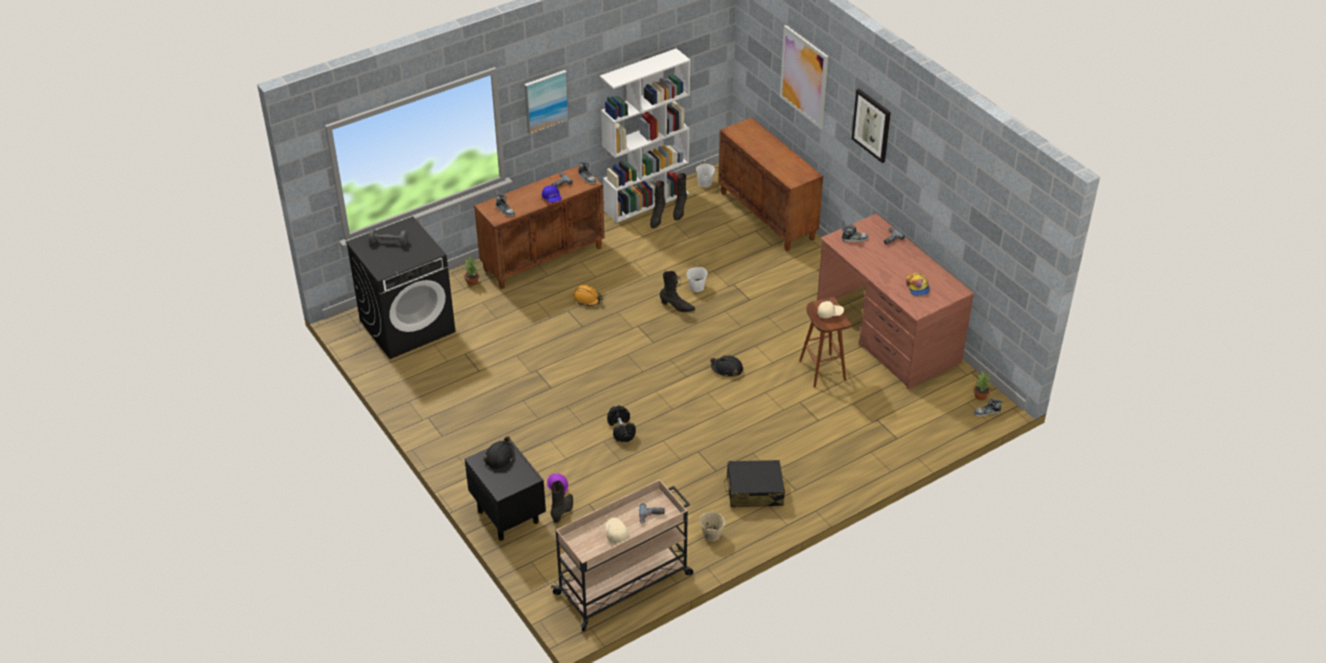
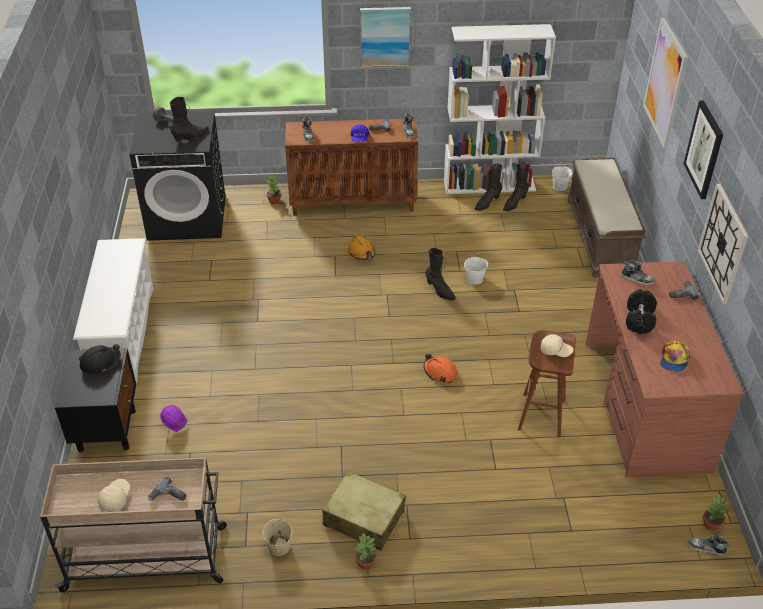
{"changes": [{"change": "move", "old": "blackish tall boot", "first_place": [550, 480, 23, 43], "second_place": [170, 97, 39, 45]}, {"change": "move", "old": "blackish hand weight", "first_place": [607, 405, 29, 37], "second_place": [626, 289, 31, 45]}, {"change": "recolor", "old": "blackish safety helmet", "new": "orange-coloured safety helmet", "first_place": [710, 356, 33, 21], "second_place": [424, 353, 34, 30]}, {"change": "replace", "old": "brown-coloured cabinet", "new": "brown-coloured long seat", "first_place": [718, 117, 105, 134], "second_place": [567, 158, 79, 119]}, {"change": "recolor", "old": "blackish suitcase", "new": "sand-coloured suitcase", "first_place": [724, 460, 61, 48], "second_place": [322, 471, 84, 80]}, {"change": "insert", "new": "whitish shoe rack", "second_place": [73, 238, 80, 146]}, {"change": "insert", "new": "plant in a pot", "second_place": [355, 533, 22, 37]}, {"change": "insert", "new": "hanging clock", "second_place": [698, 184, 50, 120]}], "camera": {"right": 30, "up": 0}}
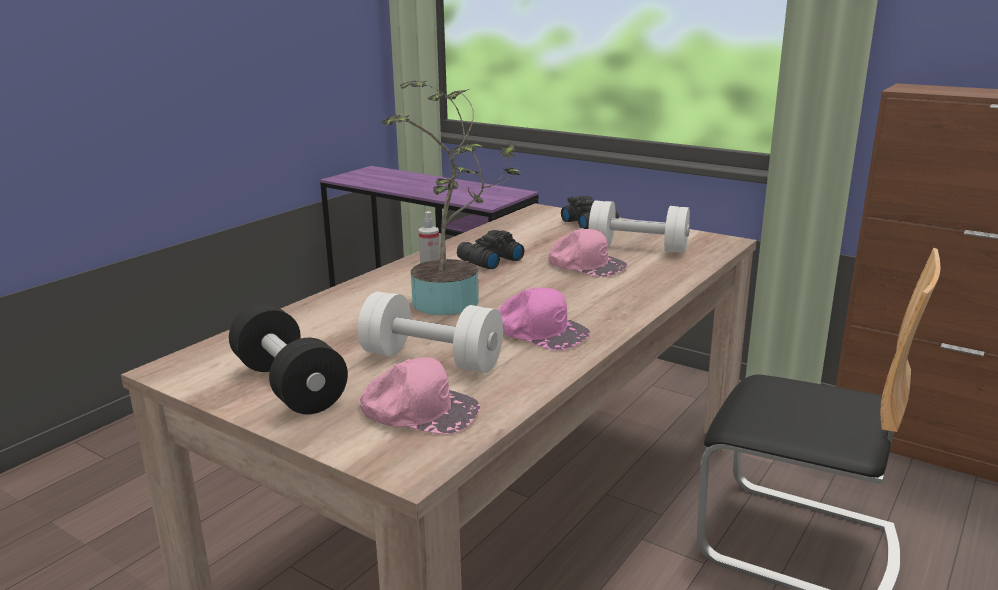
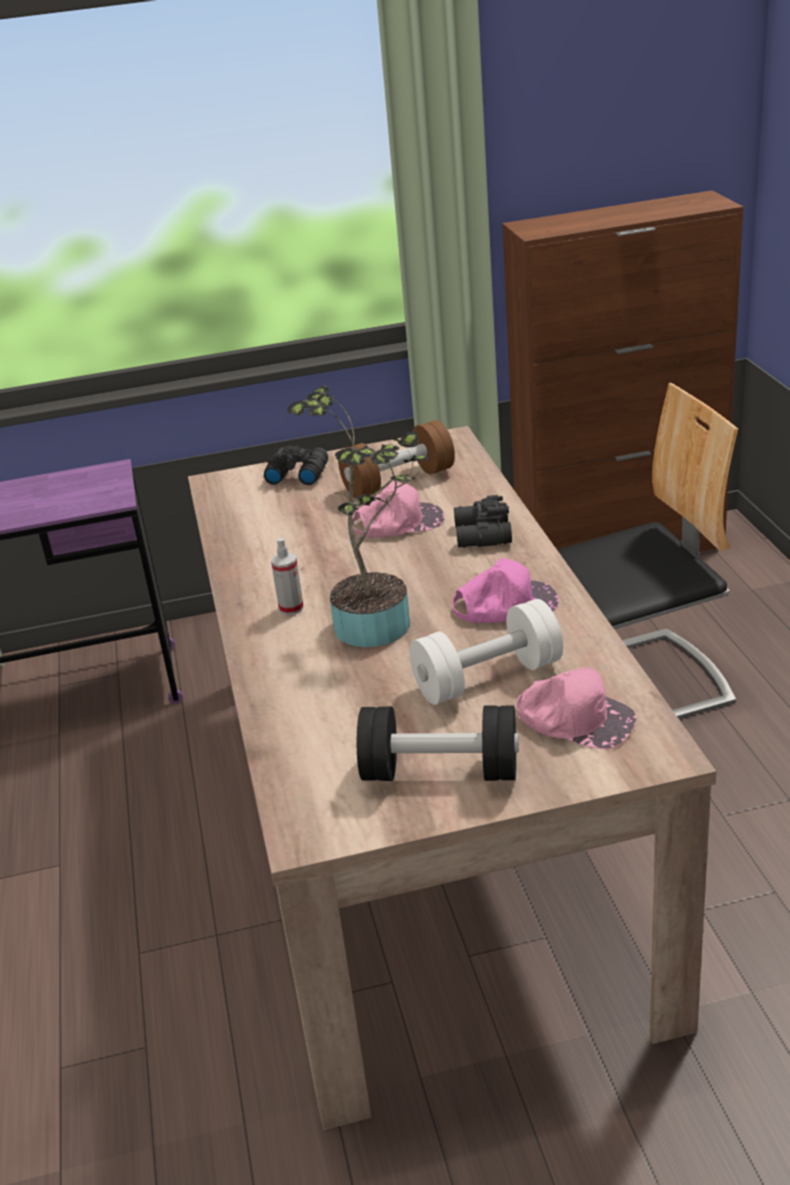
{"changes": [{"change": "rotate", "old": "pink peaked cap", "first_place": [359, 357, 121, 77], "second_place": [516, 667, 120, 82], "degrees": 60}, {"change": "move", "old": "blackish field glasses", "first_place": [457, 230, 67, 39], "second_place": [454, 495, 58, 53]}, {"change": "recolor", "old": "whitish hand weight", "new": "brown-coloured hand weight", "first_place": [588, 201, 102, 52], "second_place": [338, 420, 117, 78]}], "camera": {"right": -45, "up": 10}}
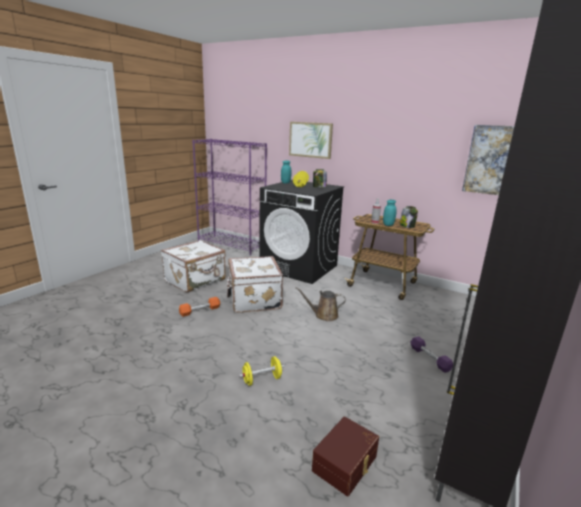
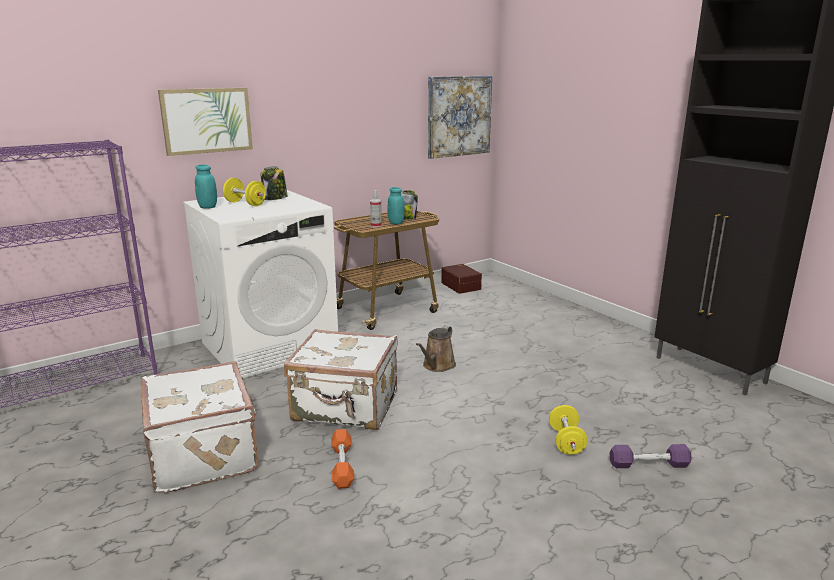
{"changes": [{"change": "recolor", "old": "blackish washing machine", "new": "whitish washing machine", "first_place": [259, 180, 85, 104], "second_place": [183, 190, 155, 188]}, {"change": "move", "old": "brown-coloured storage container", "first_place": [312, 416, 67, 80], "second_place": [441, 264, 41, 30]}, {"change": "move", "old": "purple hand weight", "first_place": [411, 336, 42, 37], "second_place": [610, 444, 82, 24]}], "camera": {"right": -65, "up": 0}}
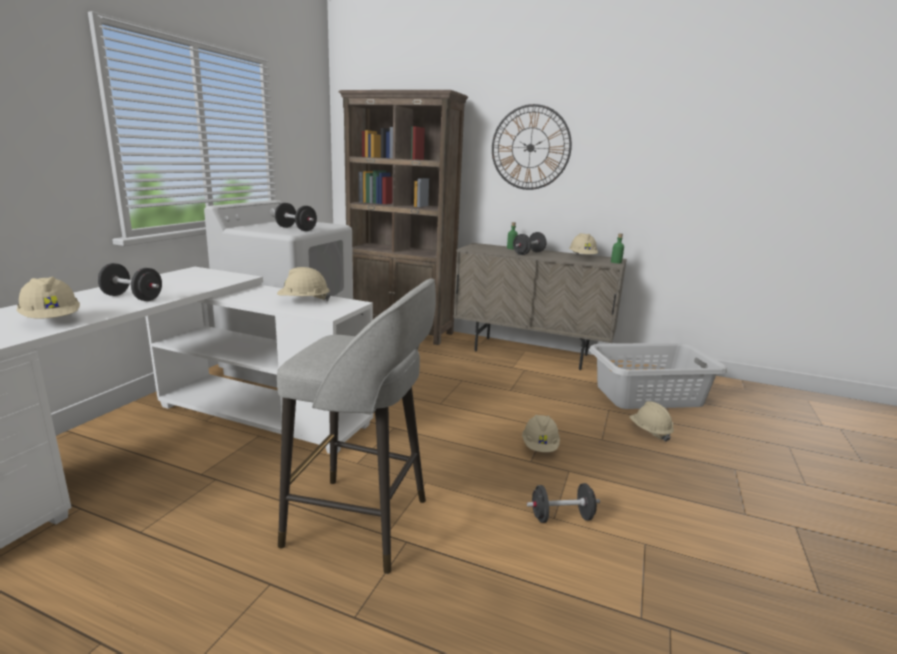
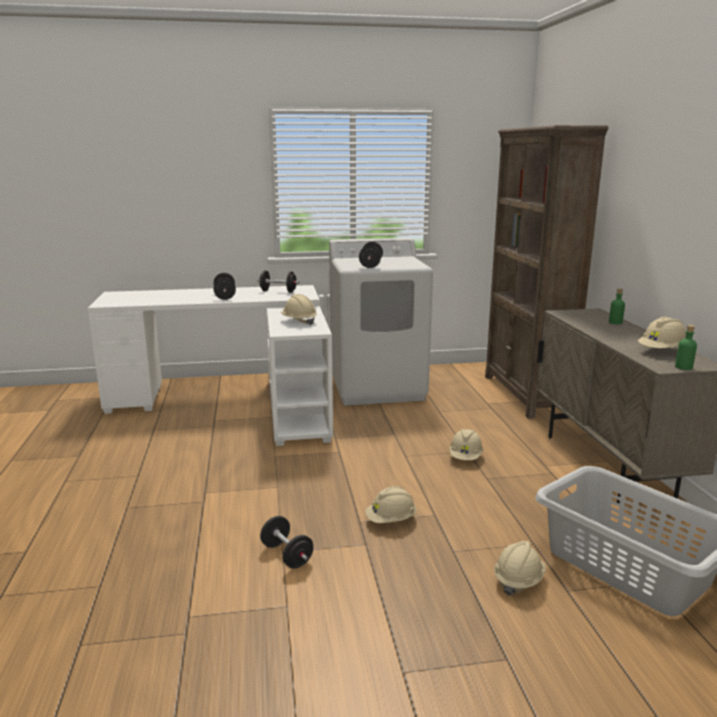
{"changes": [{"change": "move", "old": "sand-coloured safety helmet", "first_place": [17, 276, 63, 43], "second_place": [450, 429, 33, 31]}, {"change": "delete", "old": "grey stool seat", "first_place": [277, 278, 159, 296]}, {"change": "delete", "old": "hanging clock", "first_place": [492, 104, 80, 86]}, {"change": "move", "old": "blackish hand weight", "first_place": [513, 232, 34, 23], "second_place": [257, 271, 42, 22]}], "camera": {"right": 60, "up": 0}}
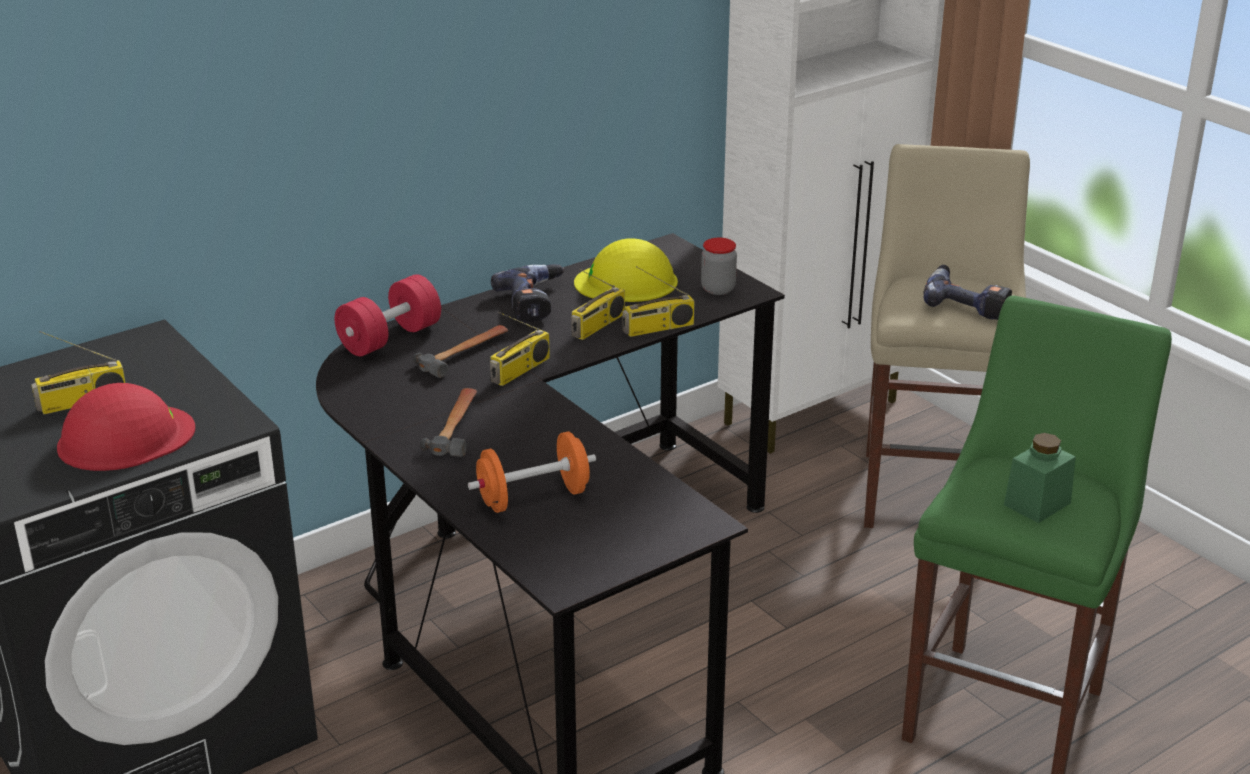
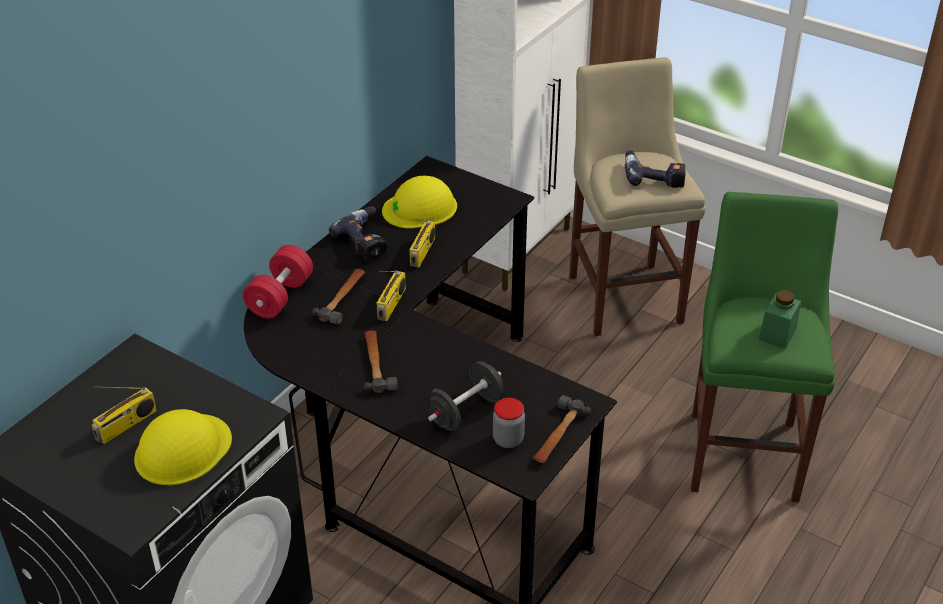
{"changes": [{"change": "recolor", "old": "red-coloured safety helmet", "new": "yellow-coloured safety helmet", "first_place": [57, 383, 138, 88], "second_place": [134, 409, 98, 76]}, {"change": "recolor", "old": "orange-coloured hand weight", "new": "blackish hand weight", "first_place": [468, 432, 128, 81], "second_place": [427, 361, 77, 70]}, {"change": "delete", "old": "radio set", "first_place": [622, 266, 73, 71]}, {"change": "move", "old": "jar", "first_place": [701, 238, 36, 57], "second_place": [493, 398, 32, 50]}, {"change": "insert", "new": "hammer", "second_place": [533, 395, 58, 68]}], "camera": {"right": -20, "up": 10}}
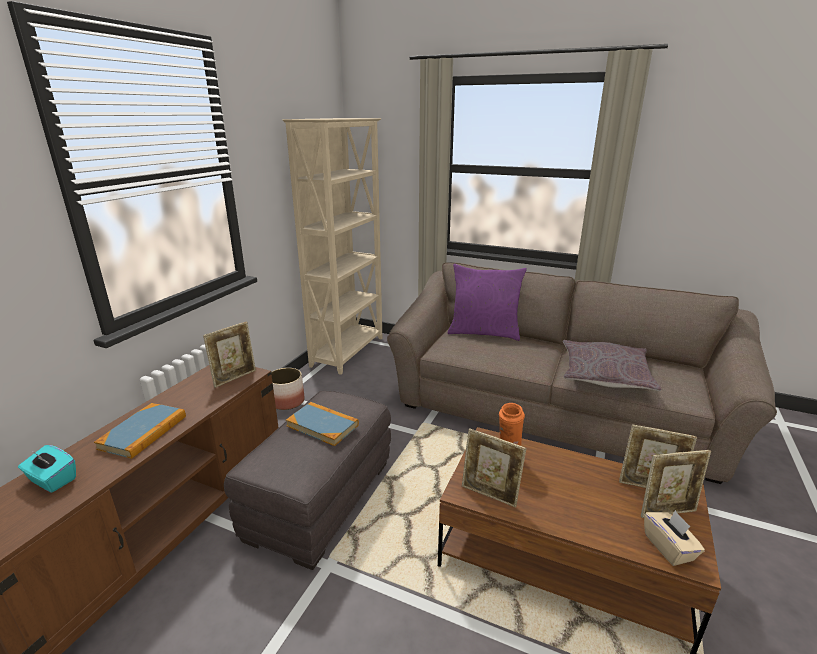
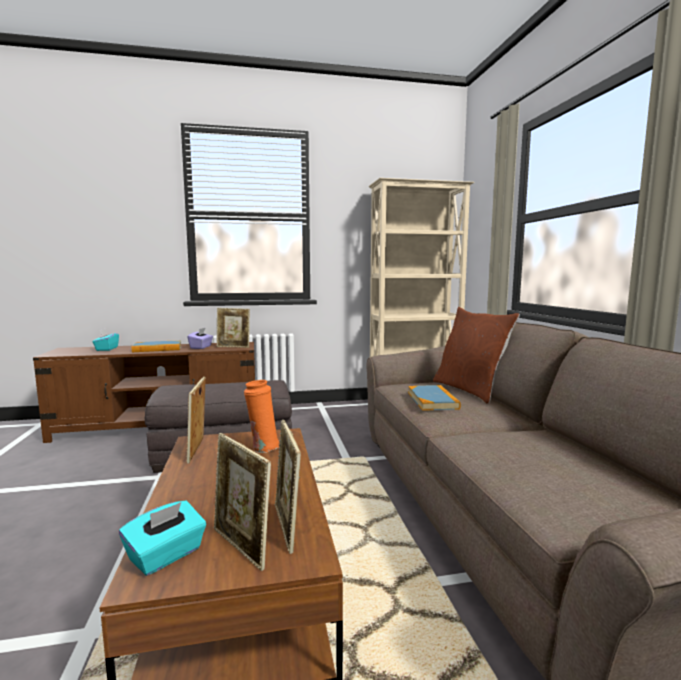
{"changes": [{"change": "delete", "old": "planter", "first_place": [271, 368, 33, 42]}, {"change": "move", "old": "book", "first_place": [286, 402, 73, 44], "second_place": [408, 385, 53, 26]}, {"change": "recolor", "old": "purple throw pillow", "new": "brown-coloured throw pillow", "first_place": [447, 264, 80, 77], "second_place": [433, 307, 87, 97]}, {"change": "delete", "old": "grey throw pillow", "first_place": [563, 340, 98, 51]}, {"change": "recolor", "old": "sand-coloured box of tissues", "new": "turquoise-coloured box of tissues", "first_place": [644, 510, 61, 56], "second_place": [119, 500, 87, 76]}, {"change": "insert", "new": "purple box of tissues", "second_place": [188, 328, 25, 21]}], "camera": {"right": 55, "up": -15}}
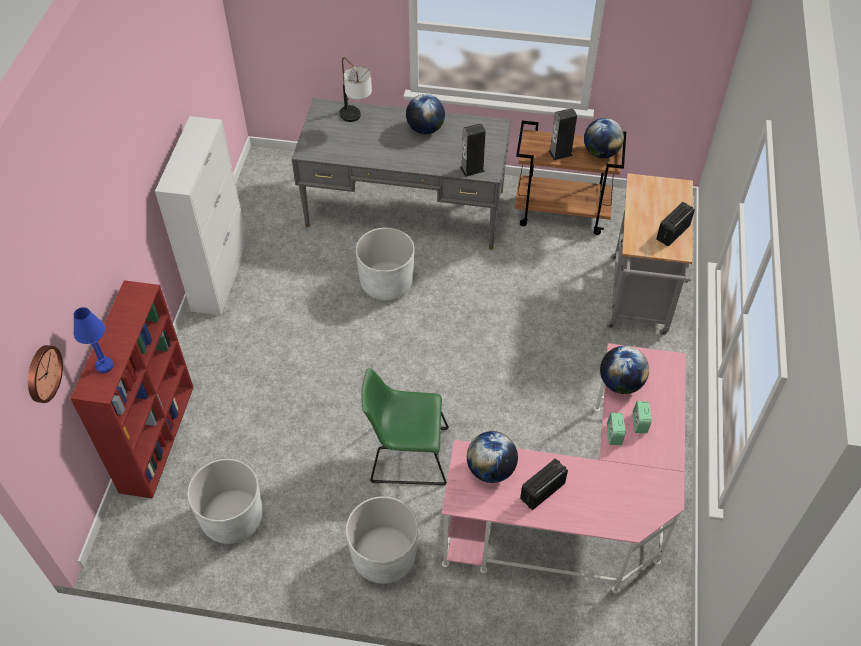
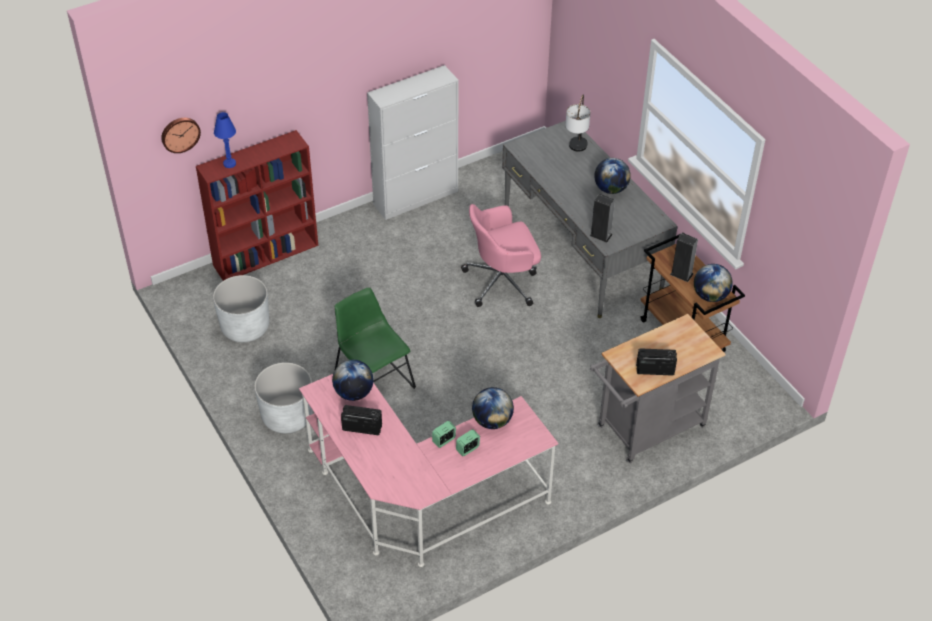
{"changes": [{"change": "replace", "old": "whitish planter", "new": "pink office chair", "first_place": [355, 227, 60, 73], "second_place": [461, 204, 80, 103]}], "camera": {"right": 50, "up": -5}}
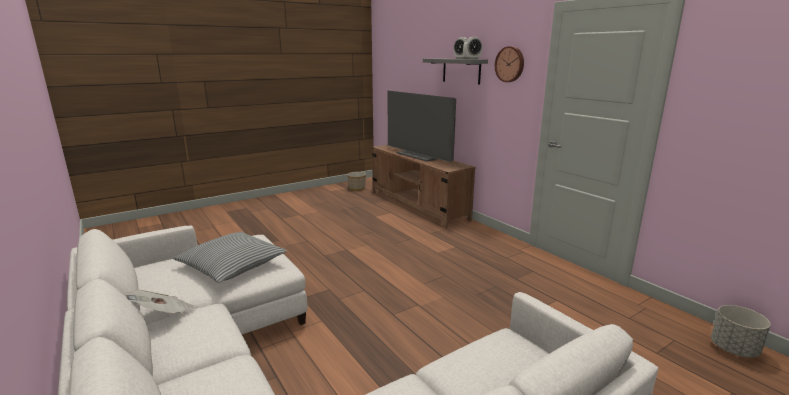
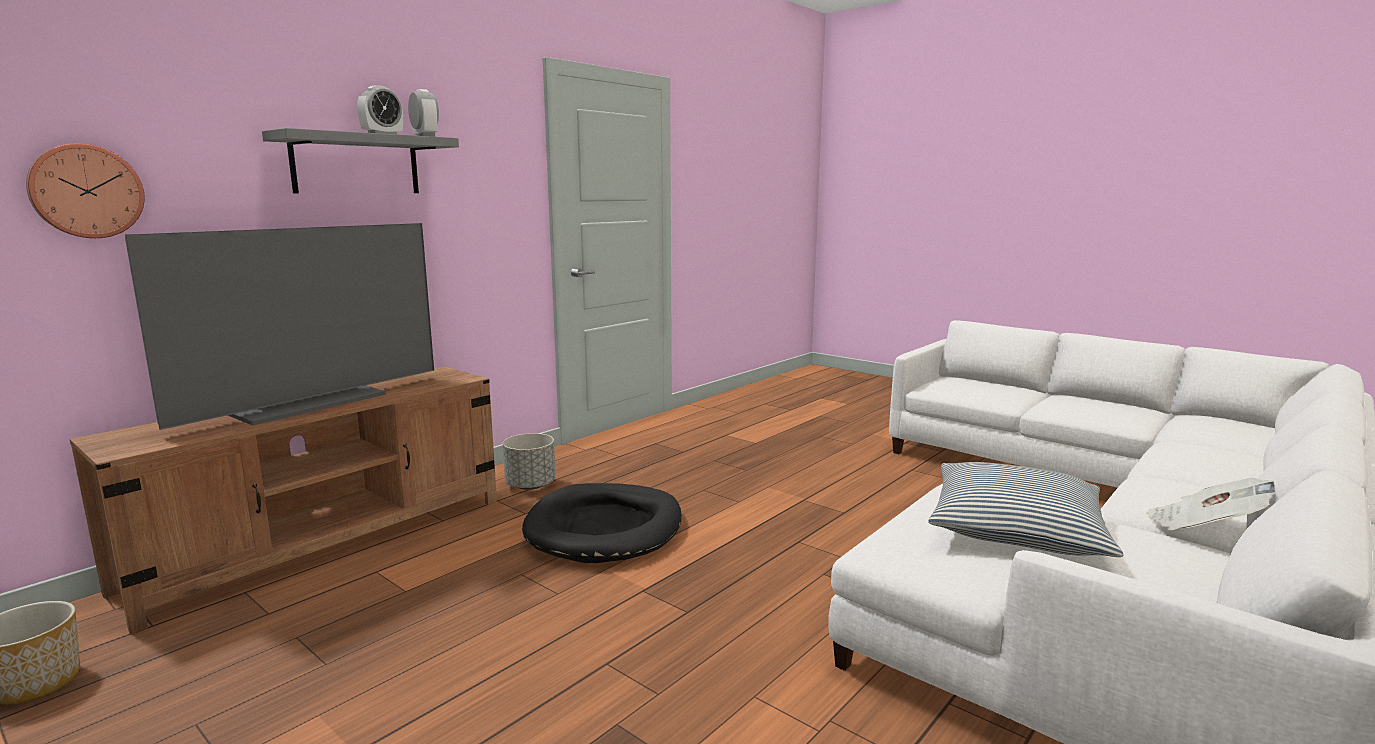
{"changes": [{"change": "move", "old": "hanging clock", "first_place": [495, 46, 29, 36], "second_place": [26, 143, 119, 95]}, {"change": "move", "old": "grey planter", "first_place": [711, 305, 60, 53], "second_place": [503, 433, 53, 57]}, {"change": "insert", "new": "blackish dog cushion", "second_place": [522, 483, 160, 80]}], "camera": {"right": -105, "up": -5}}
